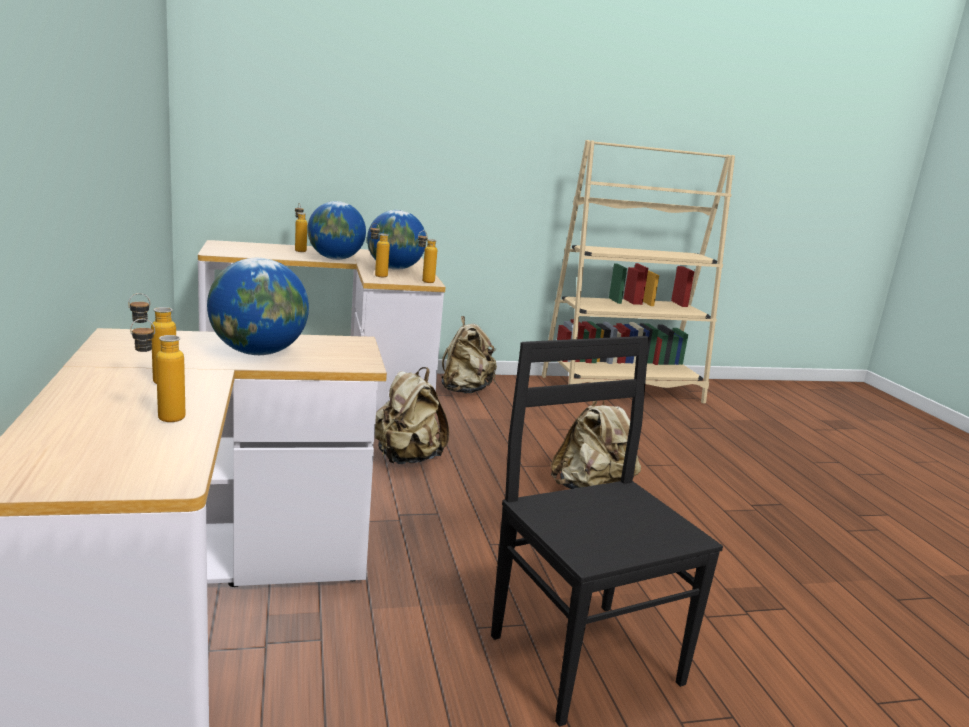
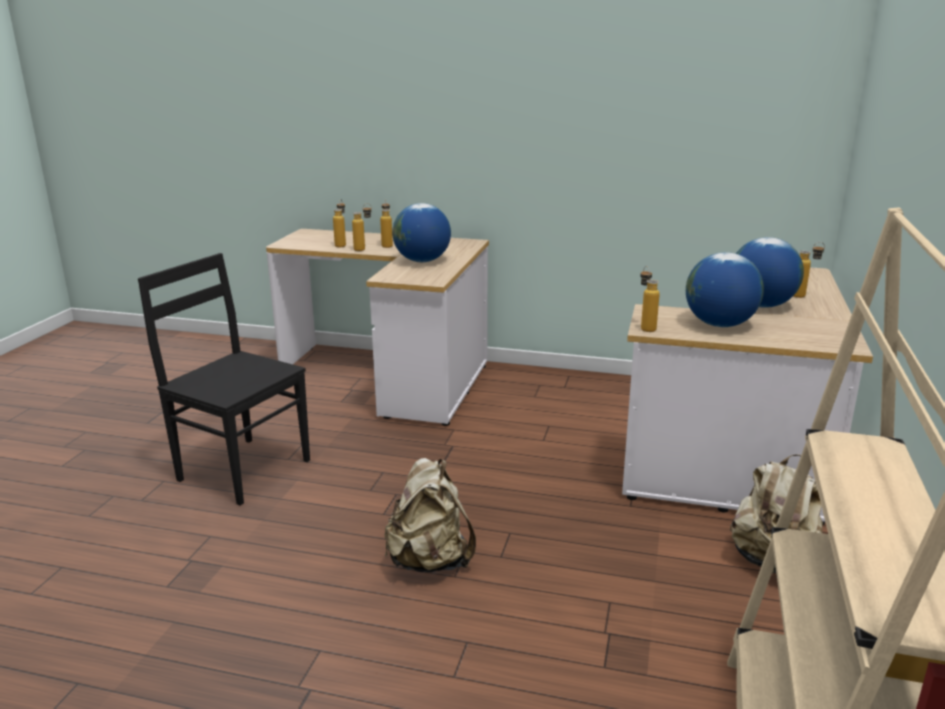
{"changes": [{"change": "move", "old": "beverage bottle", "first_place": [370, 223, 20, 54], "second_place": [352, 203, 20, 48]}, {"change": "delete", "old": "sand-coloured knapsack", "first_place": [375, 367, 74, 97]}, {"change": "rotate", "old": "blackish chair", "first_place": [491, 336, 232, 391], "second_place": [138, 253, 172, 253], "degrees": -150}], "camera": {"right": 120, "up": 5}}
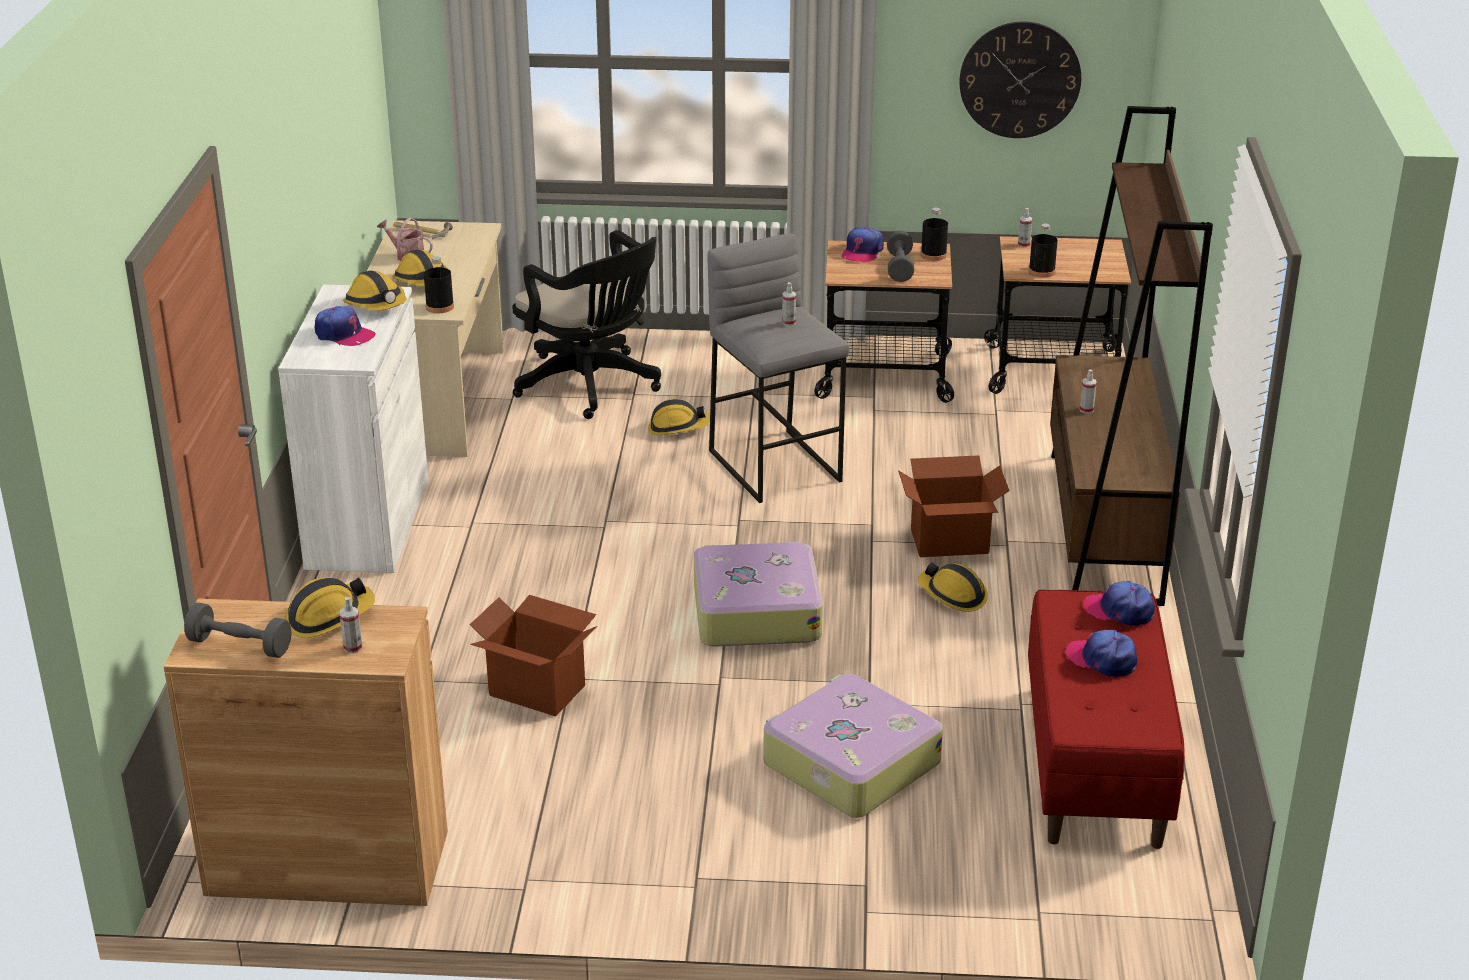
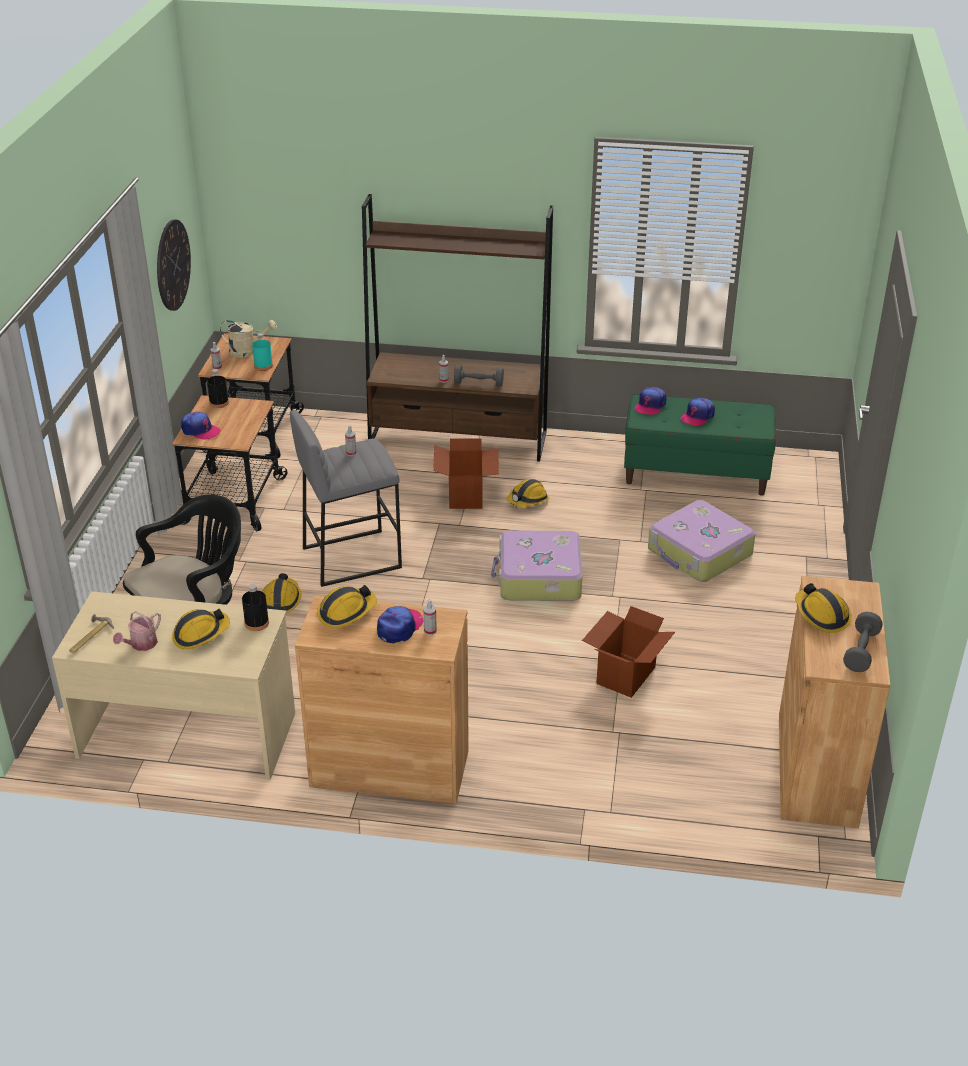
{"changes": [{"change": "recolor", "old": "whitish cabinet", "new": "brown-coloured cabinet", "first_place": [278, 285, 150, 288], "second_place": [295, 595, 174, 209]}, {"change": "move", "old": "sprayer", "first_place": [340, 597, 22, 56], "second_place": [423, 599, 14, 36]}, {"change": "move", "old": "grey hand weight", "first_place": [887, 230, 27, 52], "second_place": [454, 365, 50, 21]}, {"change": "recolor", "old": "red-coloured long seat", "new": "green-coloured long seat", "first_place": [1028, 590, 157, 259], "second_place": [624, 394, 152, 102]}, {"change": "recolor", "old": "blackish beverage bottle", "new": "turquoise-coloured beverage bottle", "first_place": [1029, 224, 29, 54], "second_place": [252, 333, 21, 38]}, {"change": "insert", "new": "sand-coloured watering pot", "second_place": [220, 320, 57, 37]}], "camera": {"right": -85, "up": 5}}
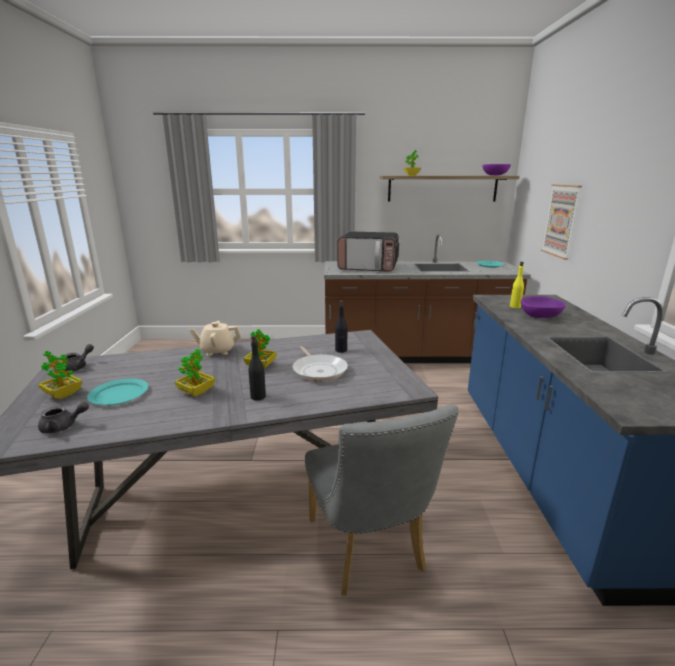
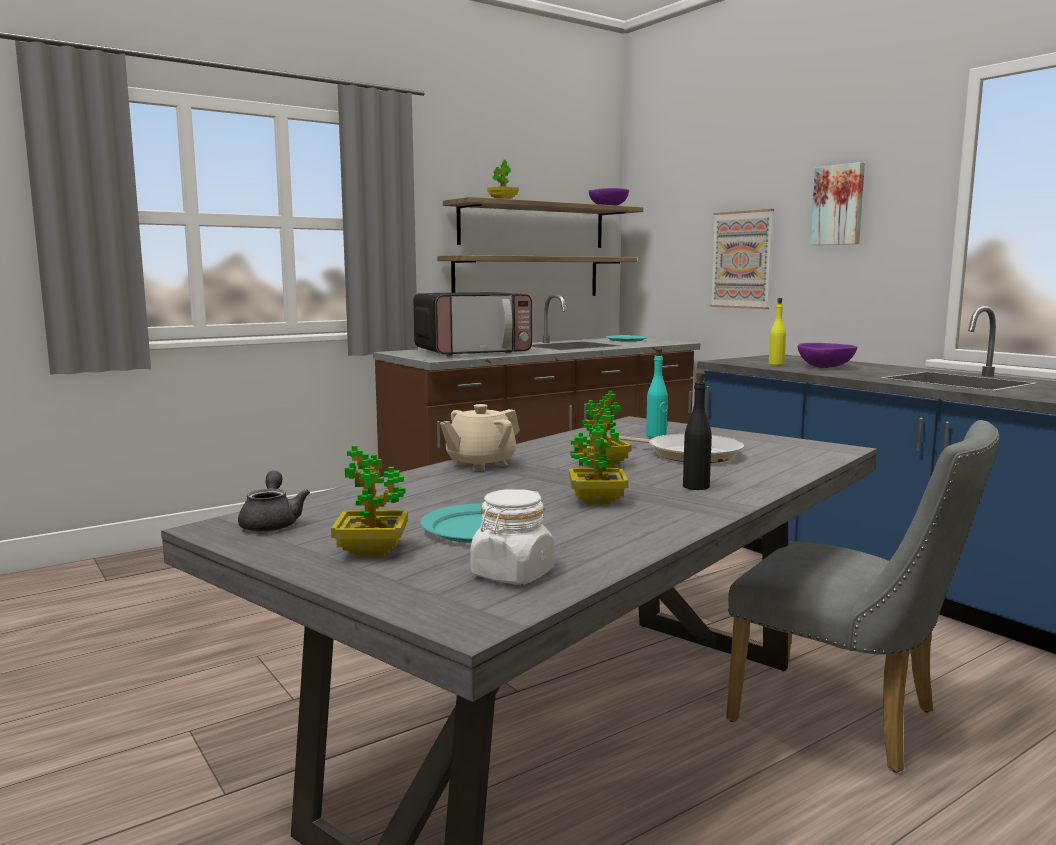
{"changes": [{"change": "replace", "old": "grey teapot", "new": "whitish jar", "first_place": [38, 402, 51, 32], "second_place": [470, 489, 85, 95]}, {"change": "recolor", "old": "blackish beverage bottle", "new": "turquoise-coloured beverage bottle", "first_place": [335, 300, 12, 53], "second_place": [646, 348, 22, 90]}, {"change": "insert", "new": "shelf", "second_place": [437, 255, 200, 41]}, {"change": "insert", "new": "wall picture", "second_place": [810, 162, 55, 83]}], "camera": {"right": -35, "up": -10}}
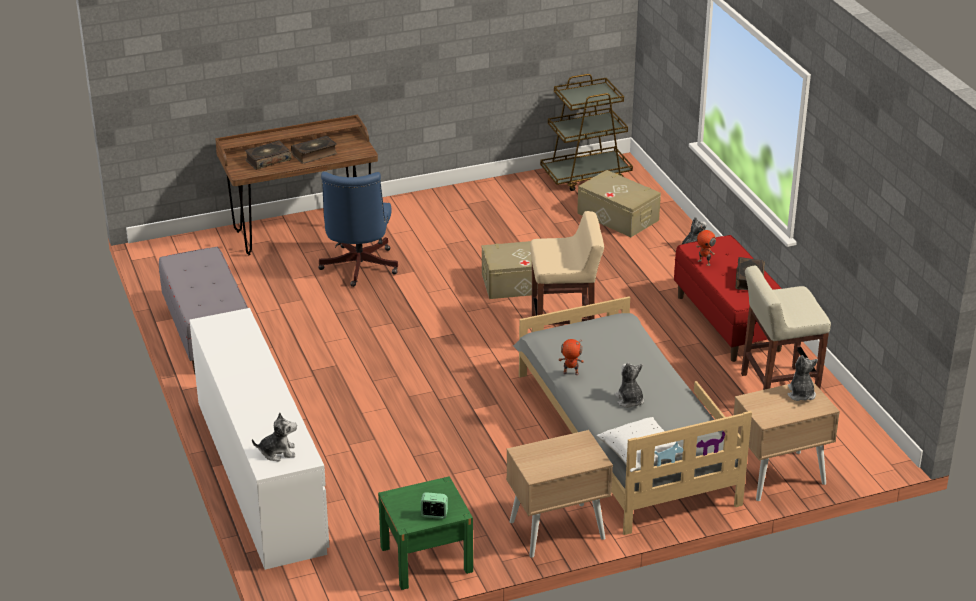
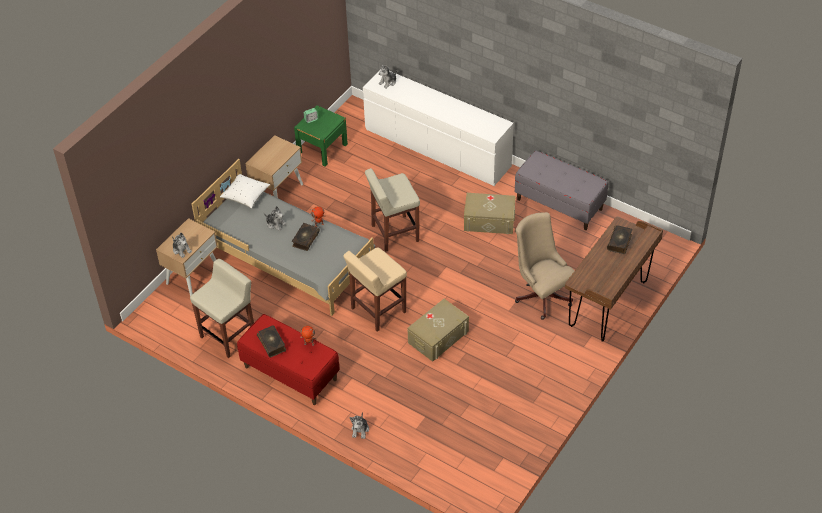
{"changes": [{"change": "move", "old": "book", "first_place": [291, 136, 46, 28], "second_place": [292, 223, 28, 28]}, {"change": "recolor", "old": "bluish office chair", "new": "sand-coloured office chair", "first_place": [318, 172, 80, 115], "second_place": [515, 212, 60, 108]}, {"change": "delete", "old": "brown-coloured cart", "first_place": [540, 74, 93, 117]}, {"change": "move", "old": "sand-coloured storage container", "first_place": [577, 170, 84, 67], "second_place": [464, 193, 51, 41]}, {"change": "insert", "new": "sand-coloured stool seat", "second_place": [365, 168, 55, 84]}], "camera": {"right": 145, "up": 15}}
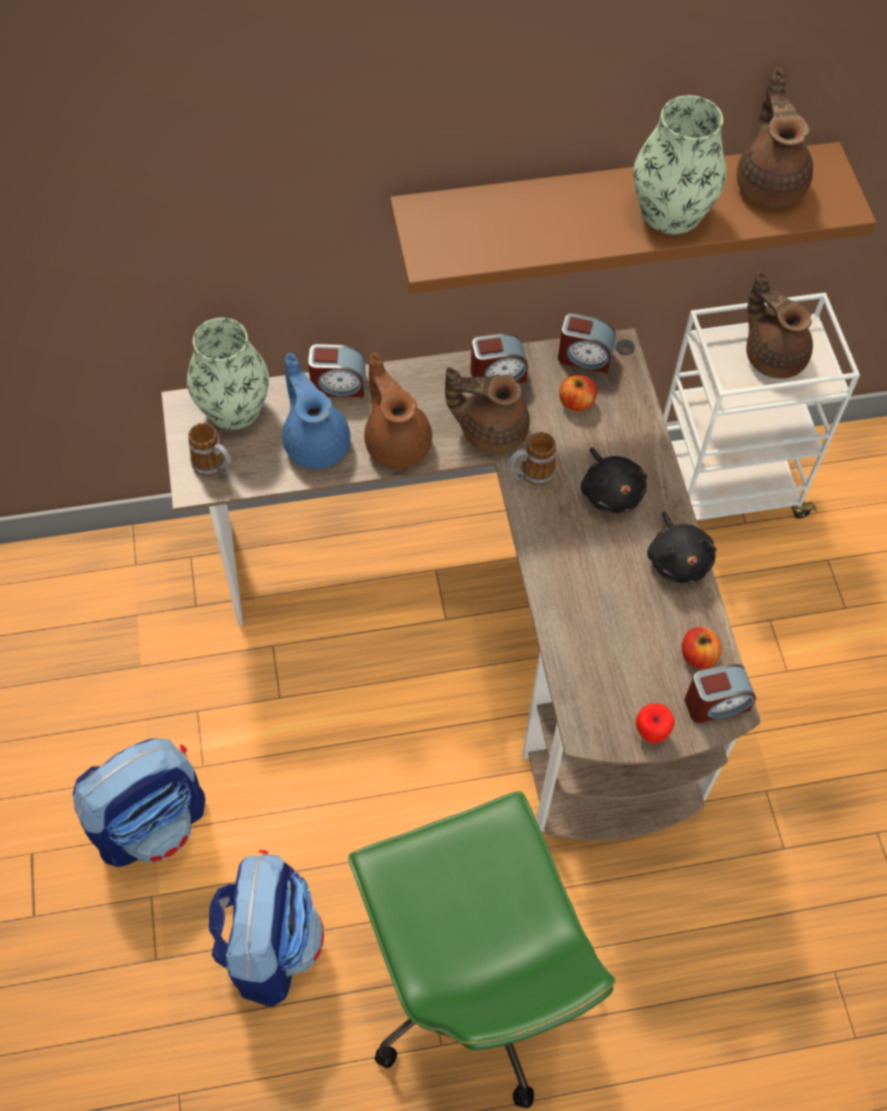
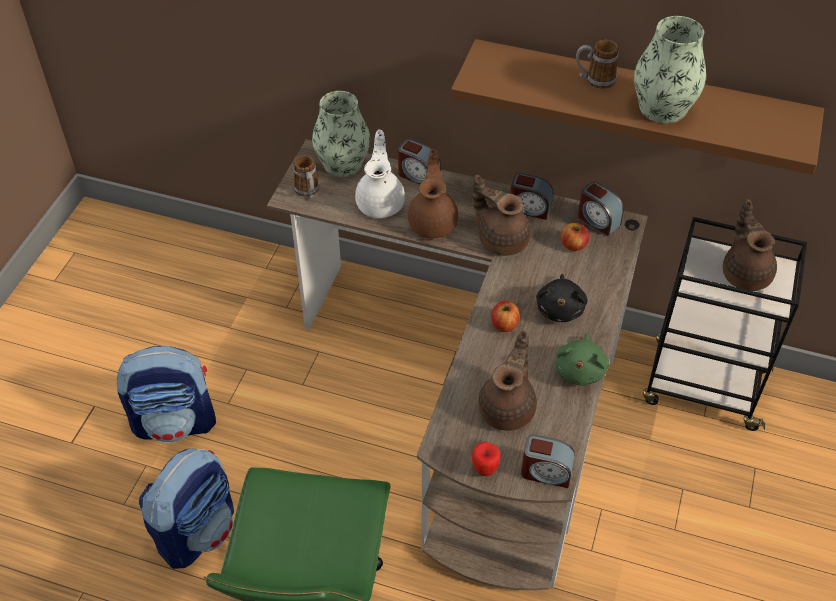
{"changes": [{"change": "recolor", "old": "bluish teapot", "new": "whitish teapot", "first_place": [282, 353, 69, 116], "second_place": [355, 129, 50, 89]}, {"change": "move", "old": "mug", "first_place": [509, 432, 47, 53], "second_place": [576, 40, 42, 49]}, {"change": "recolor", "old": "blackish plush toy", "new": "green-coloured plush toy", "first_place": [647, 512, 70, 71], "second_place": [556, 333, 53, 53]}, {"change": "recolor", "old": "whitish cart", "new": "blackish cart", "first_place": [663, 292, 197, 228], "second_place": [643, 217, 164, 214]}, {"change": "move", "old": "whole apple", "first_place": [682, 627, 40, 42], "second_place": [491, 301, 29, 31]}, {"change": "move", "old": "brown-coloured teapot", "first_place": [737, 68, 76, 139], "second_place": [478, 330, 59, 101]}], "camera": {"right": 30, "up": -10}}
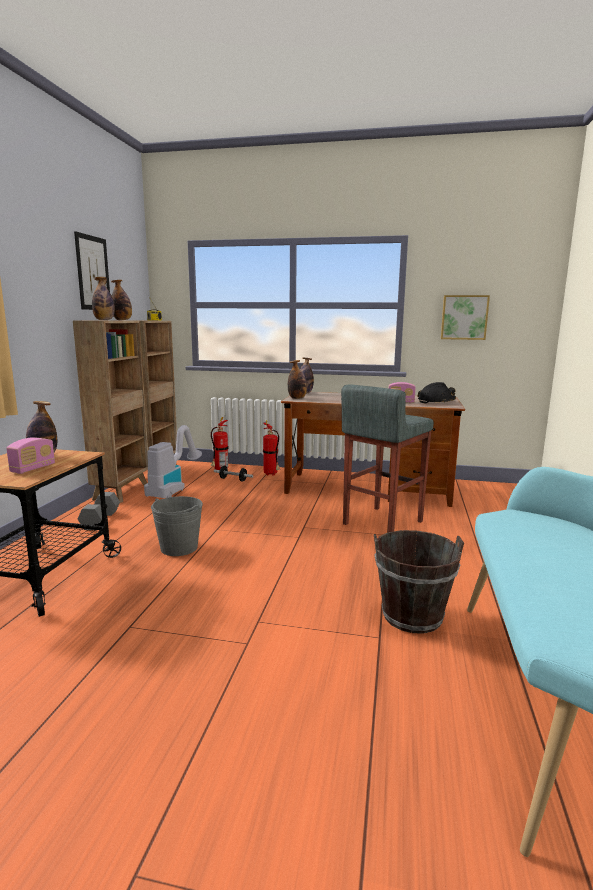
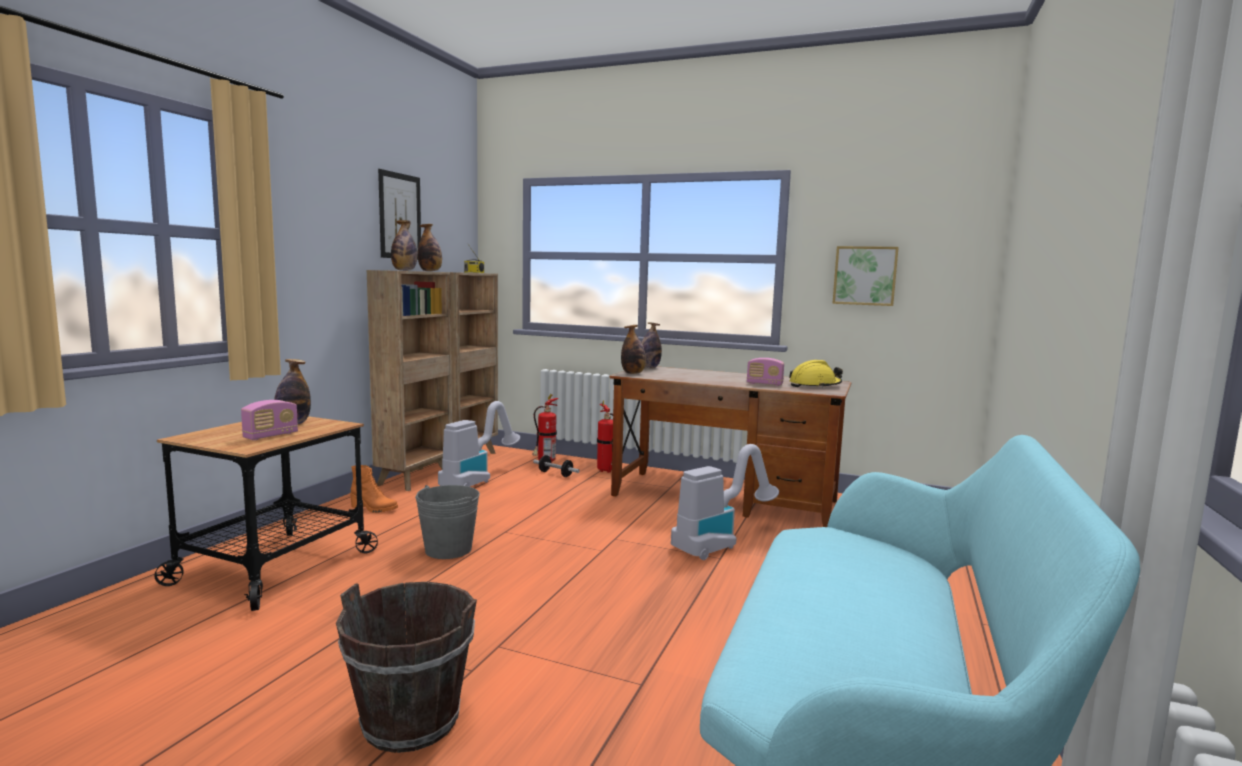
{"changes": [{"change": "replace", "old": "grey hand weight", "new": "orange-coloured tall boot", "first_place": [78, 492, 42, 38], "second_place": [350, 465, 48, 48]}, {"change": "replace", "old": "grey stool seat", "new": "vacuum", "first_place": [341, 384, 93, 148], "second_place": [671, 444, 108, 116]}, {"change": "move", "old": "brown-coloured bucket", "first_place": [374, 530, 90, 104], "second_place": [336, 582, 141, 171]}, {"change": "recolor", "old": "blackish safety helmet", "new": "yellow-coloured safety helmet", "first_place": [417, 382, 39, 22], "second_place": [789, 360, 54, 28]}], "camera": {"right": 10, "up": -5}}
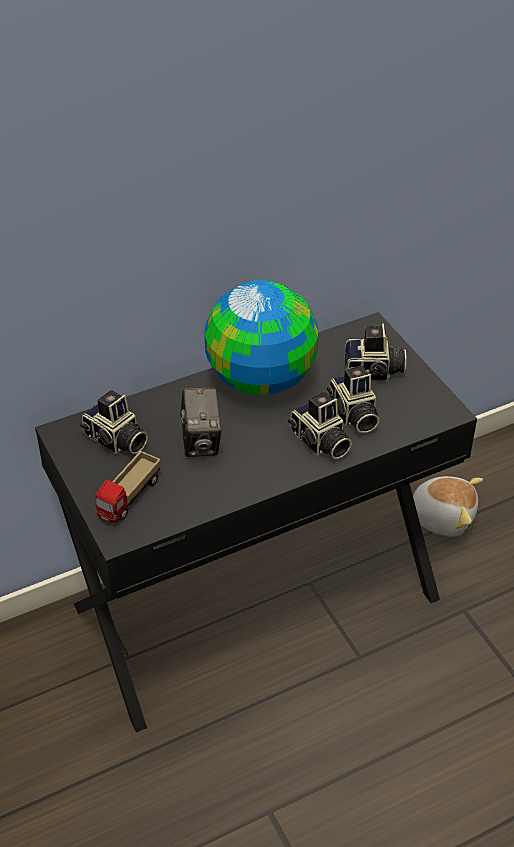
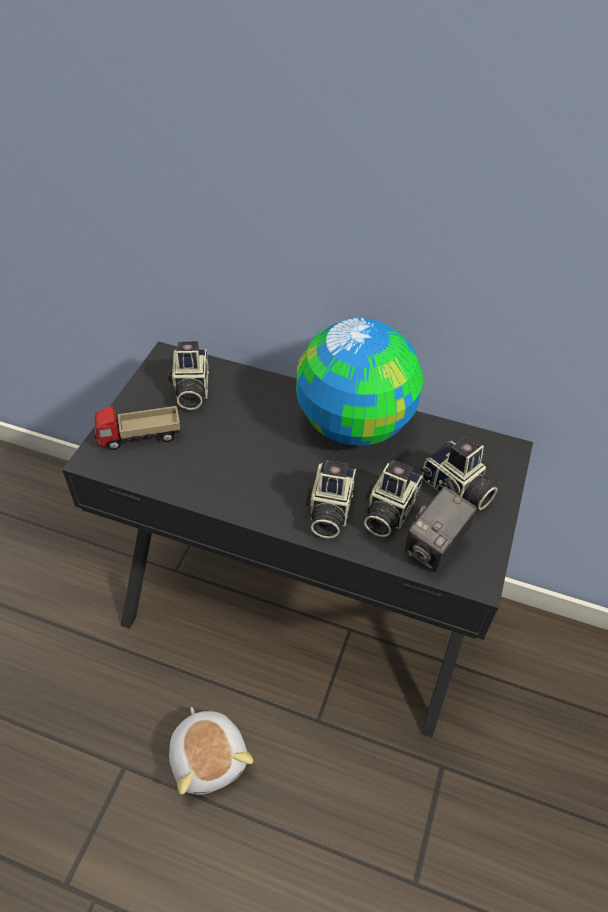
{"changes": [{"change": "move", "old": "still camera", "first_place": [180, 387, 41, 70], "second_place": [405, 486, 72, 86]}, {"change": "move", "old": "plush toy", "first_place": [413, 476, 70, 61], "second_place": [169, 707, 84, 88]}], "camera": {"right": 45, "up": 5}}
